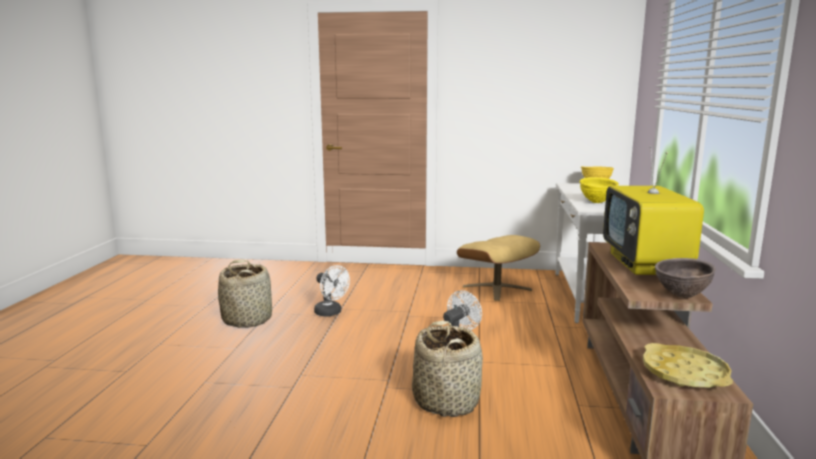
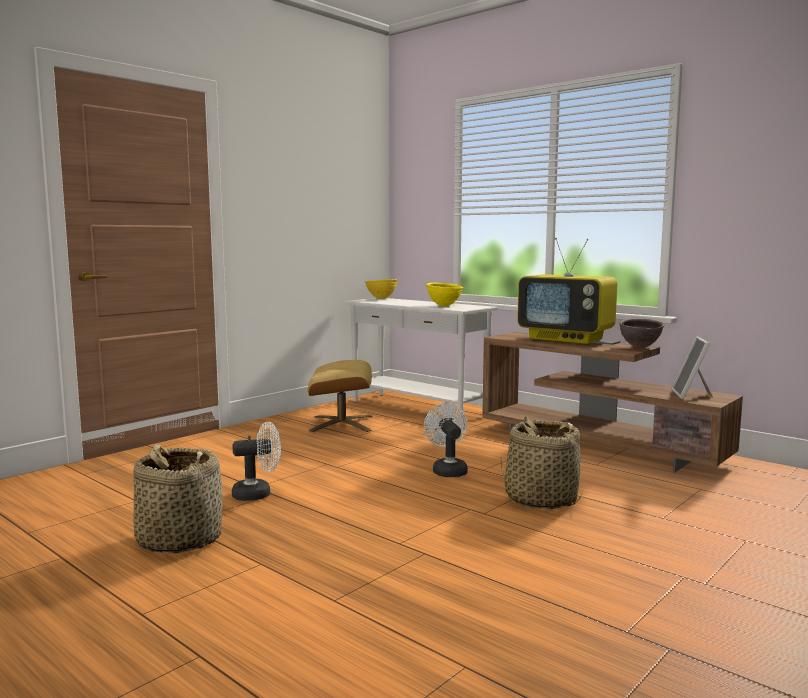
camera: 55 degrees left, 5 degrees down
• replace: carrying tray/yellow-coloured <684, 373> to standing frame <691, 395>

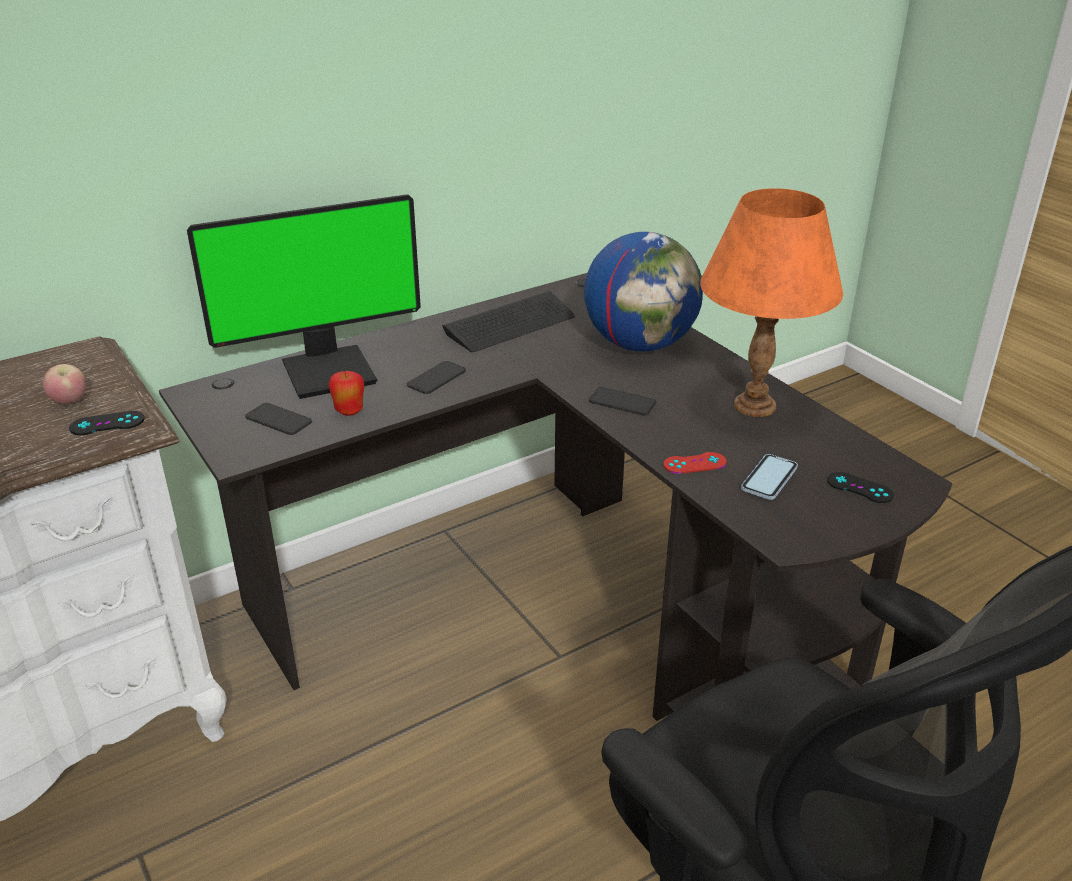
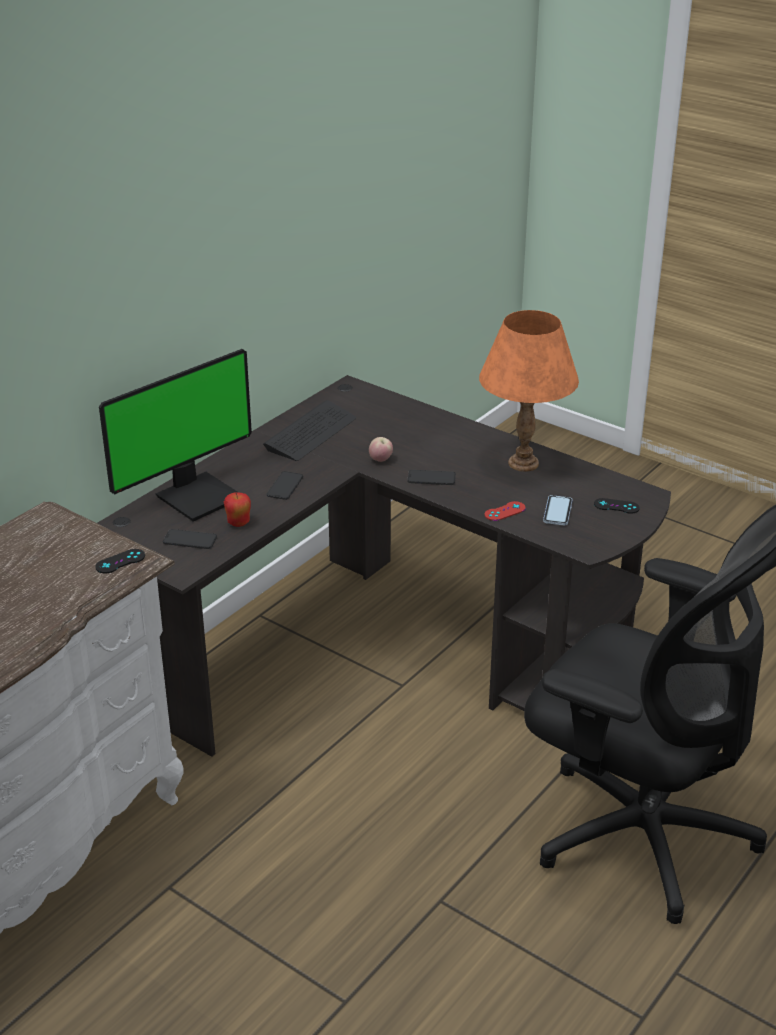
camera: 20 degrees left, 0 degrees up
• move: apple <69, 401> to <380, 460>
• delete: desk globe <640, 344>

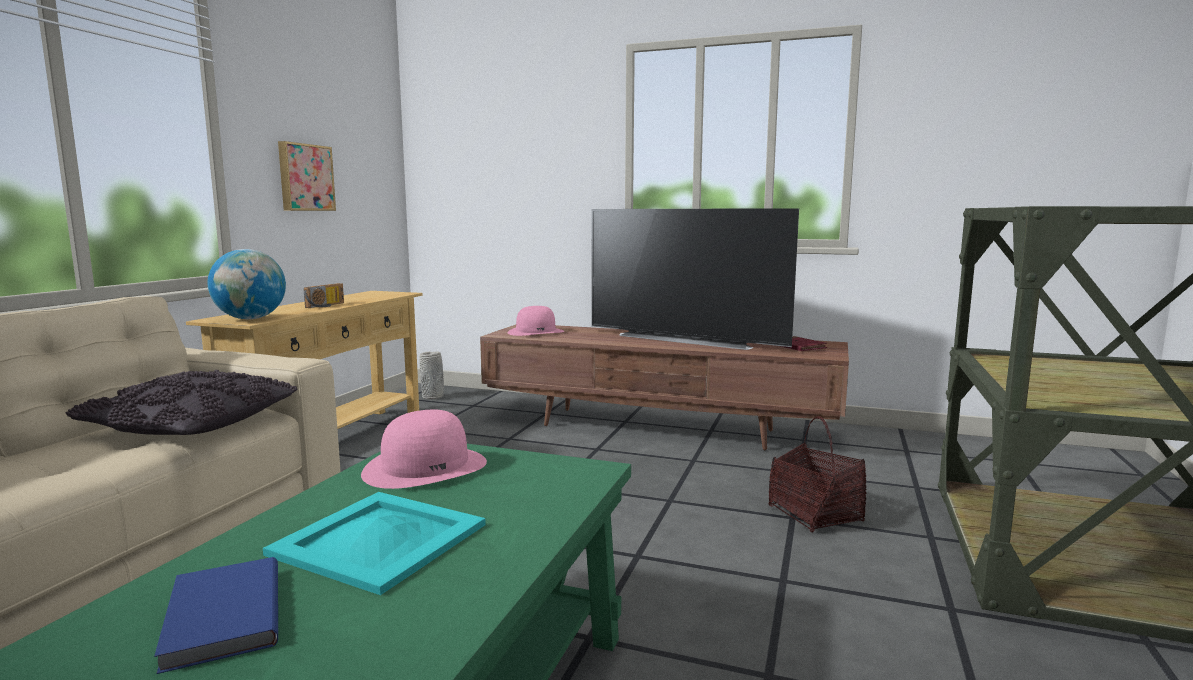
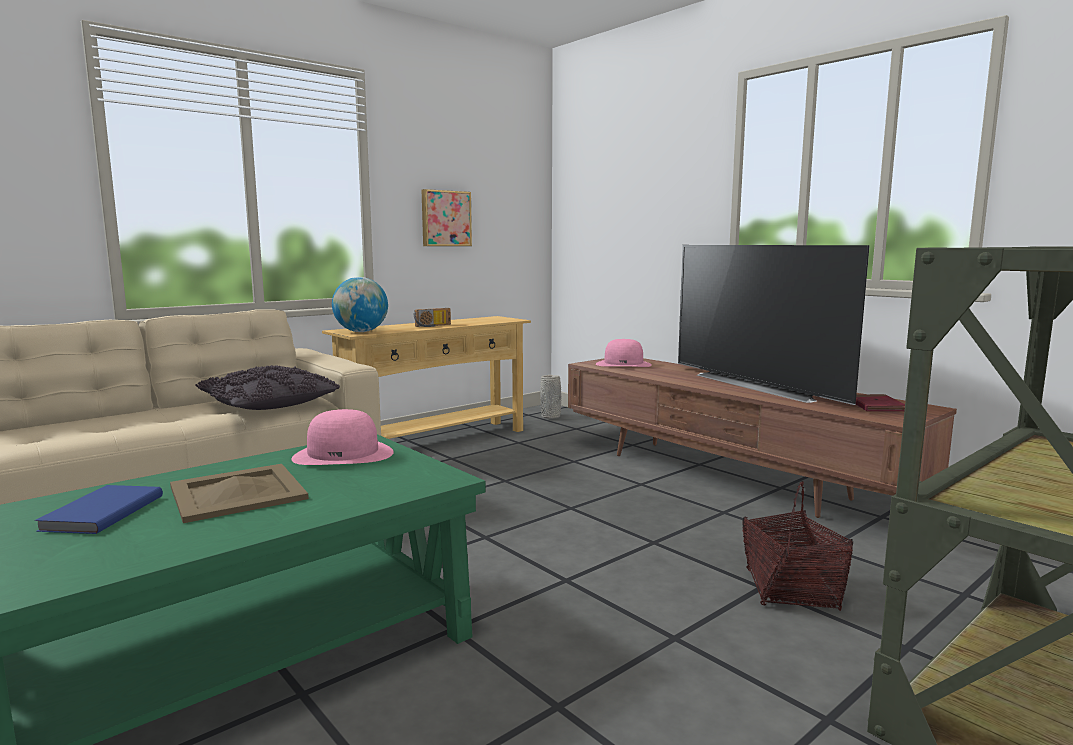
camera: 30 degrees right, 0 degrees up
• recolor: carrying tray/turquoise-coloured <379, 540> to carrying tray/beige <237, 493>

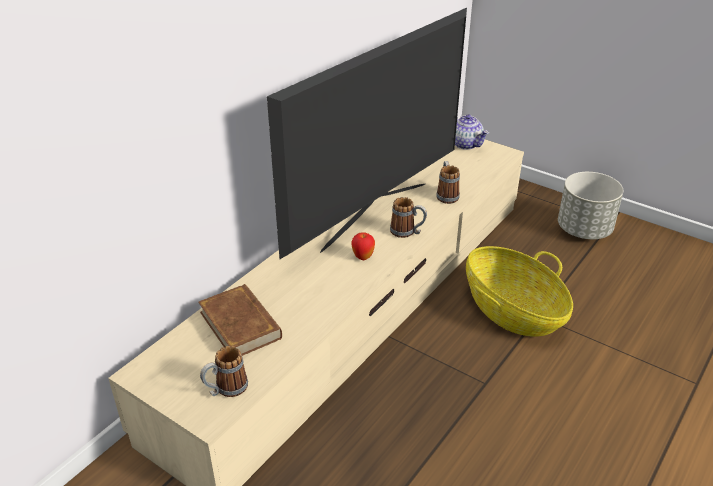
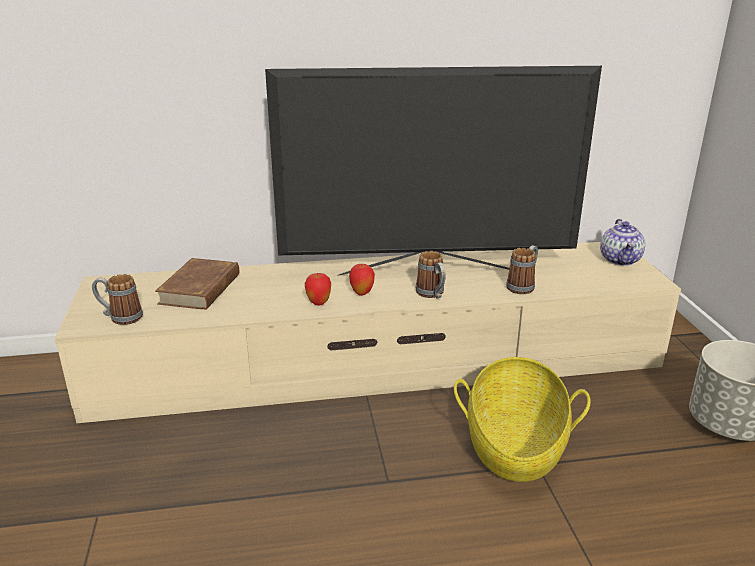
camera: 45 degrees right, 10 degrees down
• insert: apple <318, 303>

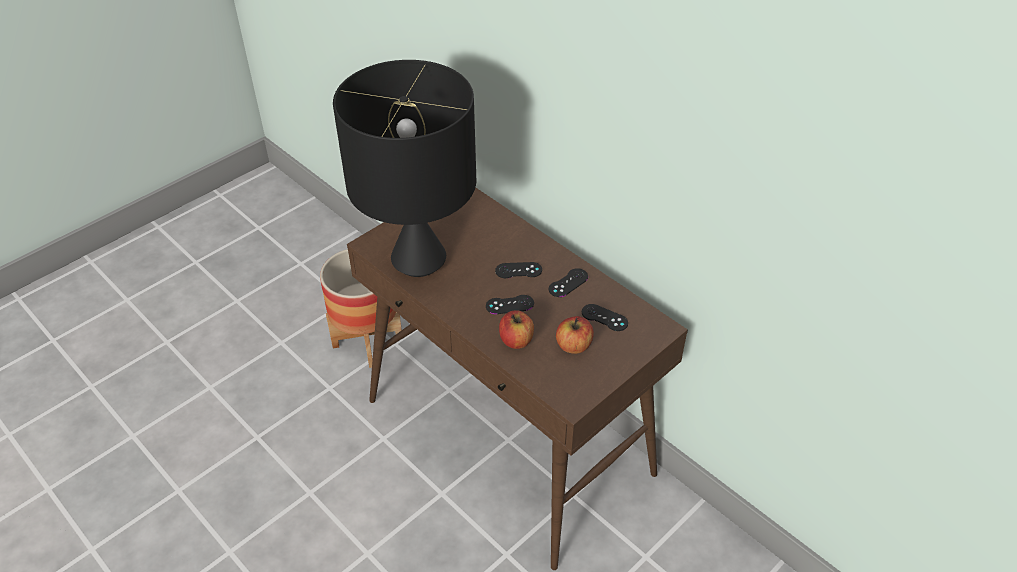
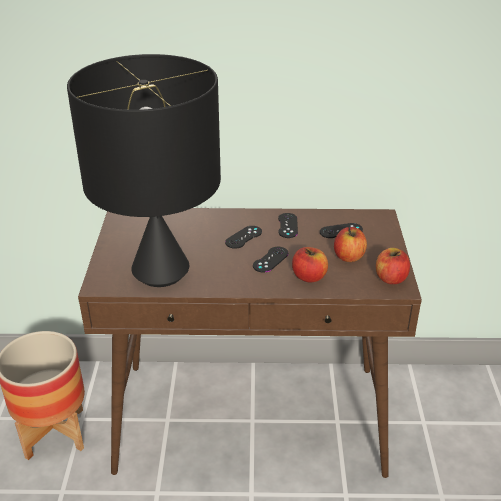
camera: 45 degrees left, 10 degrees down
• insert: apple <390, 278>

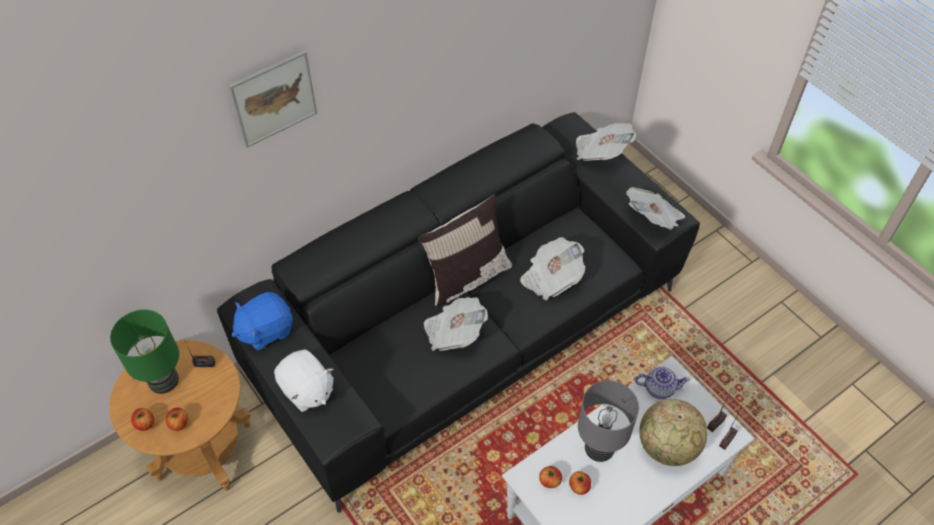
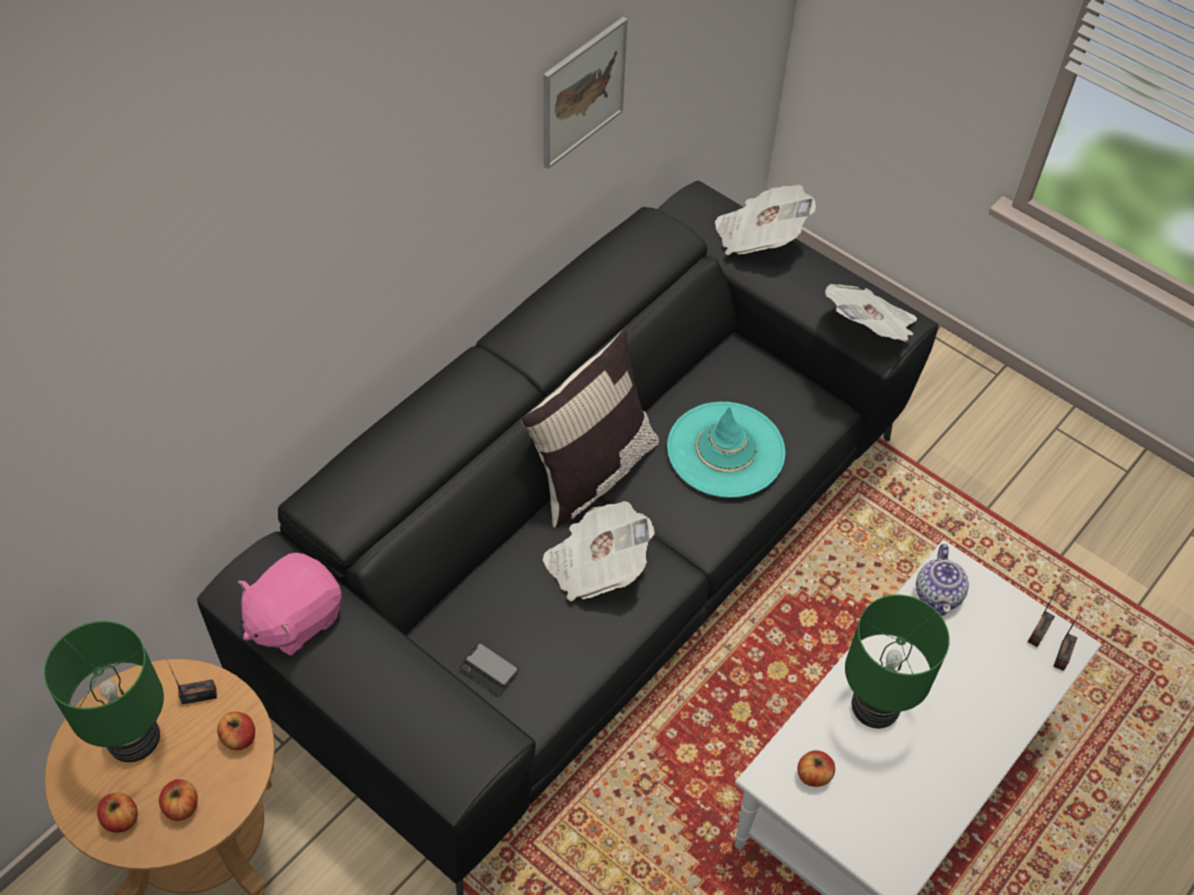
camera: 15 degrees left, 0 degrees up
• move: apple <579, 486> to <239, 738>
• recolor: soft toy/blue <265, 330> to soft toy/pinkish <294, 619>
• insert: telephone <489, 669>
• move: wall art <274, 98> to <582, 92>
• replace: printed paper <551, 278> to clothing hat/turquoise-coloured <726, 450>
• recolor: table lamp/gray <599, 448> to table lamp/green <875, 706>
• rotate: tea pot <658, 388> = <938, 594> 105 degrees clockwise
• delete: soft toy/white <306, 390>
• delete: desk globe <667, 447>

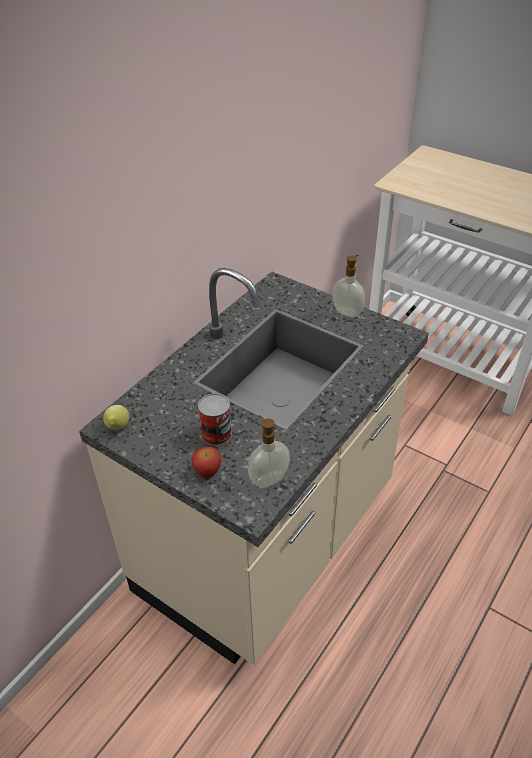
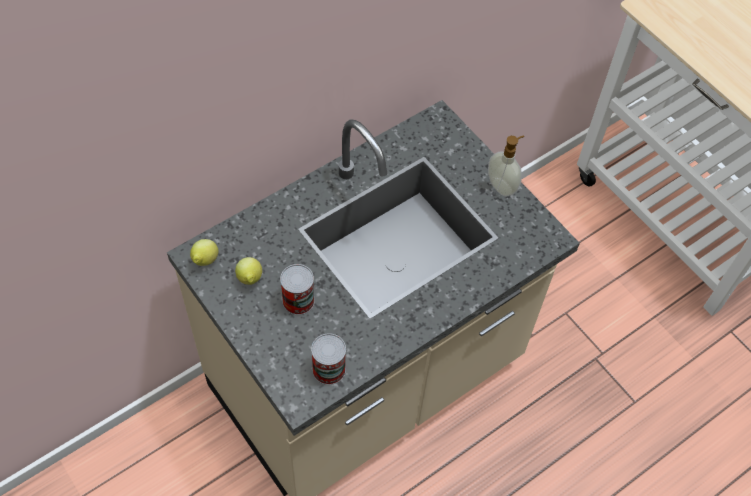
camera: 15 degrees right, 15 degrees up
• insert: lemon <250, 279>
• replace: soap dispenser <268, 478> to metal can <329, 369>
• delete: apple <207, 471>

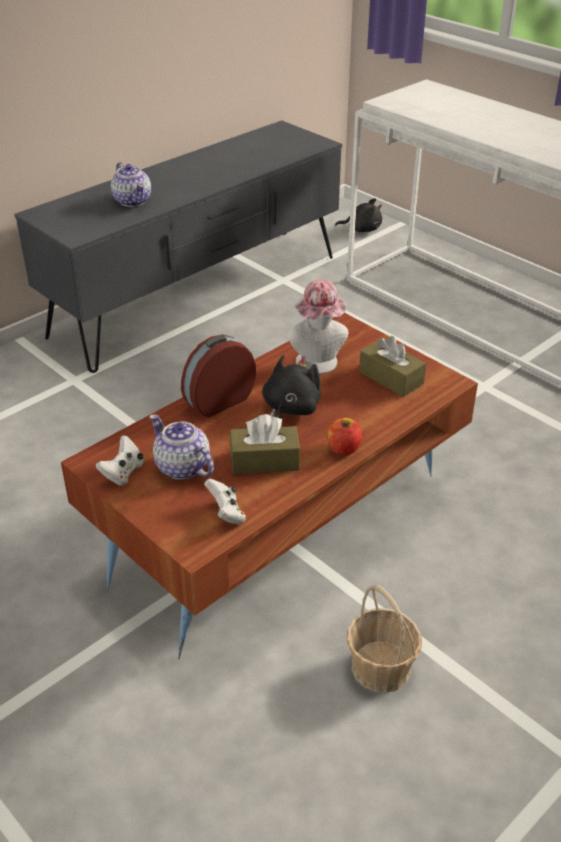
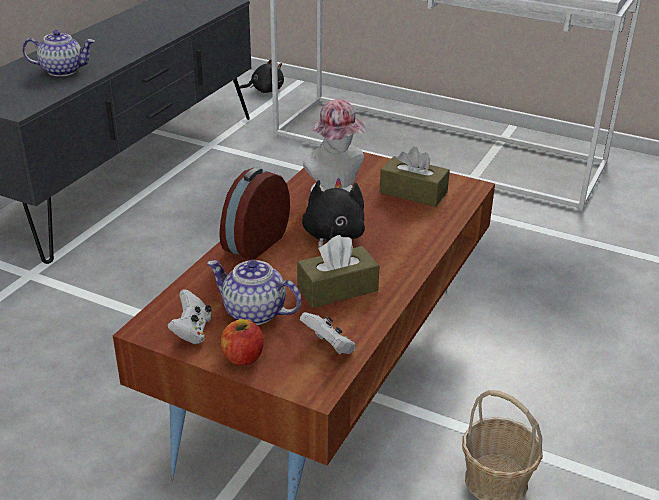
camera: 20 degrees left, 5 degrees down
• rotate: tea pot <133, 201> = <63, 70> 45 degrees counterclockwise
• move: apple <343, 448> to <243, 357>

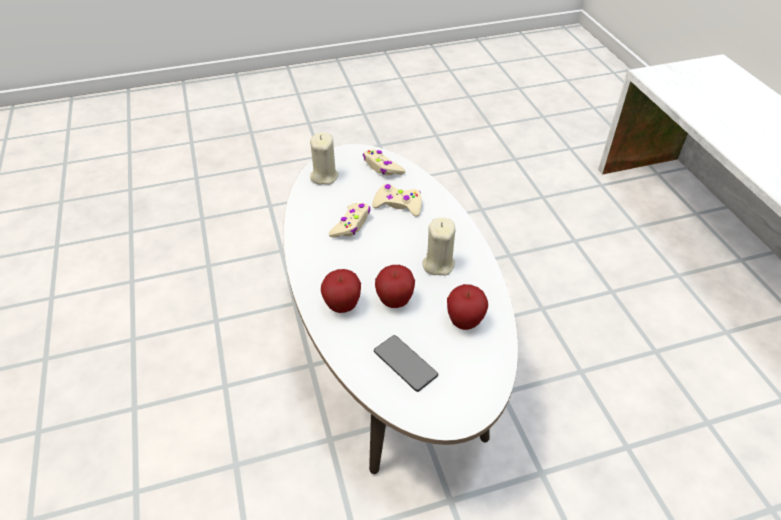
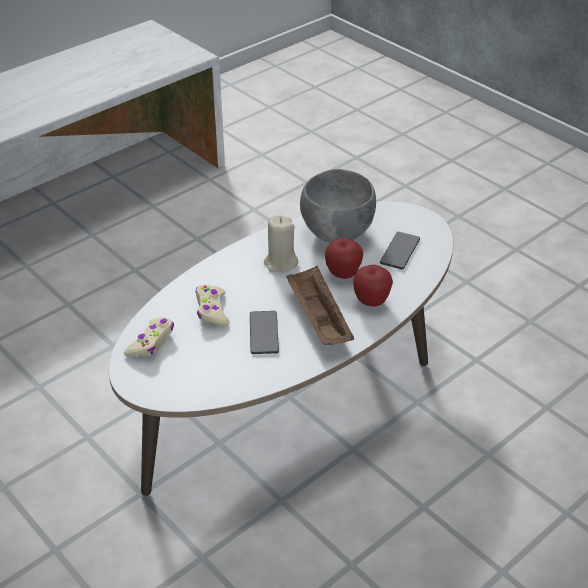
camera: 115 degrees left, 5 degrees down
• replace: joypad/beige <351, 225> to telephone <264, 333>
• insert: carrying tray/brown <317, 320>
• replace: apple <464, 322> to serving bowl/gray <336, 233>
• delete: candle/beige <324, 176>

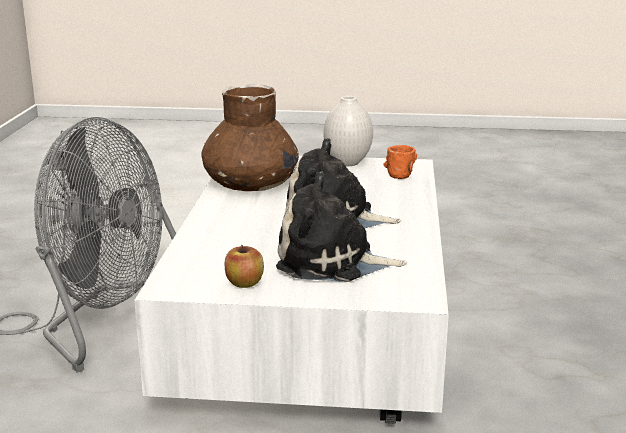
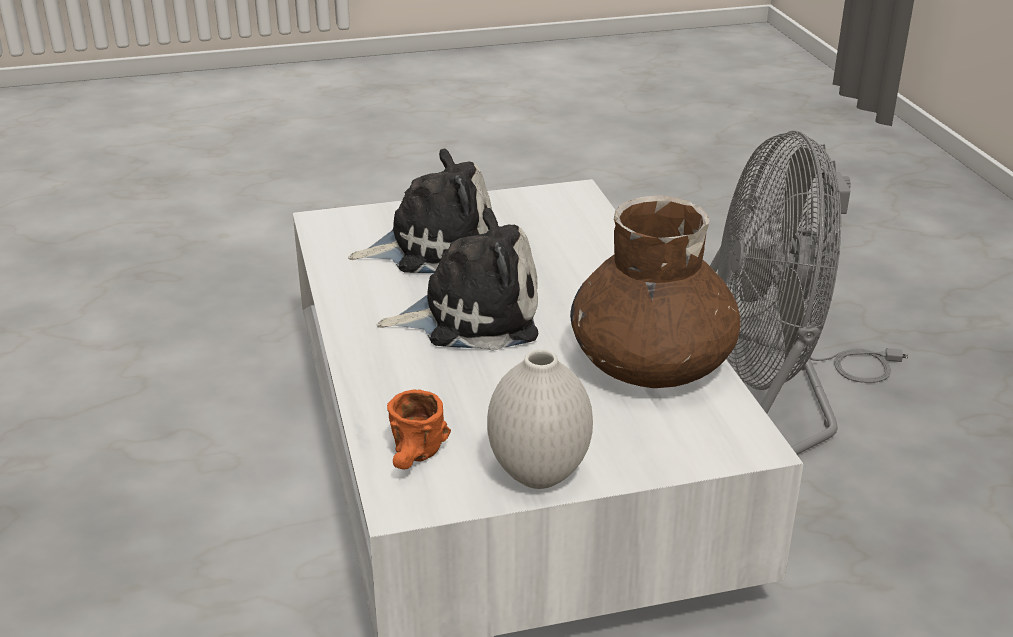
camera: 160 degrees right, 10 degrees up
• delete: apple <244, 283>

